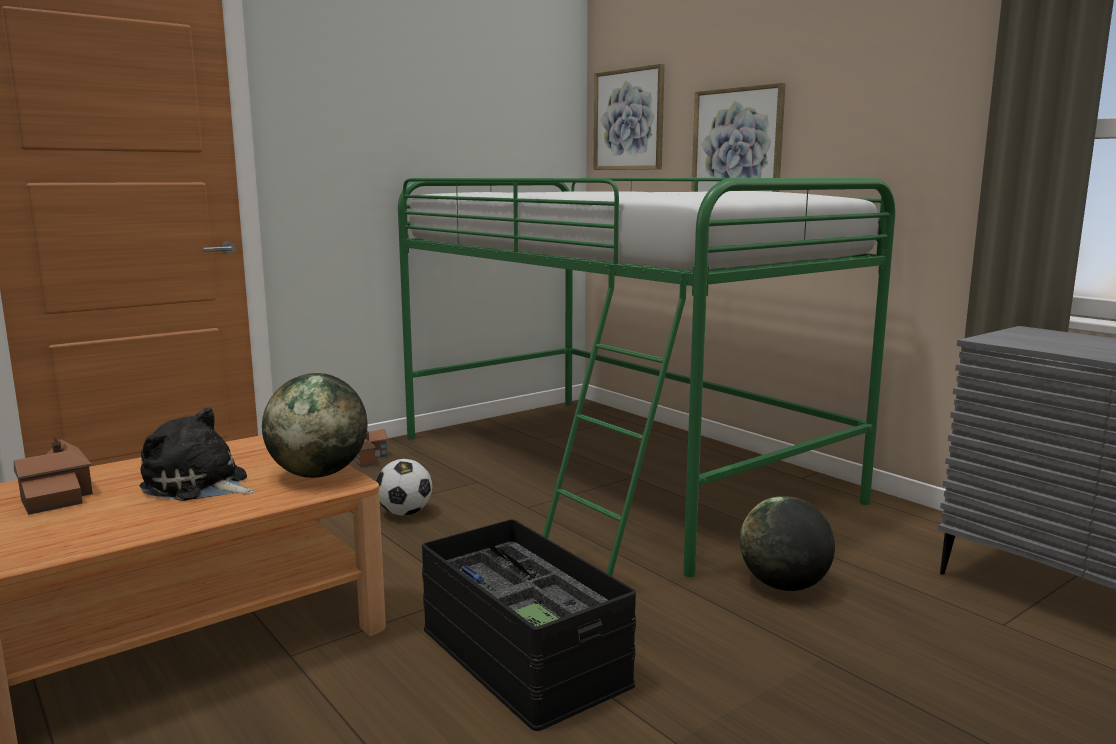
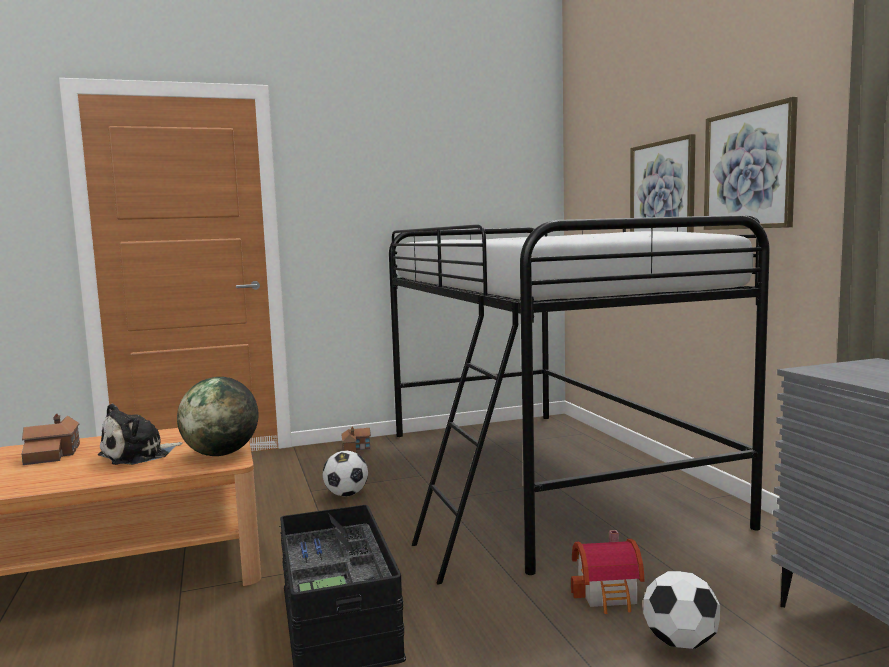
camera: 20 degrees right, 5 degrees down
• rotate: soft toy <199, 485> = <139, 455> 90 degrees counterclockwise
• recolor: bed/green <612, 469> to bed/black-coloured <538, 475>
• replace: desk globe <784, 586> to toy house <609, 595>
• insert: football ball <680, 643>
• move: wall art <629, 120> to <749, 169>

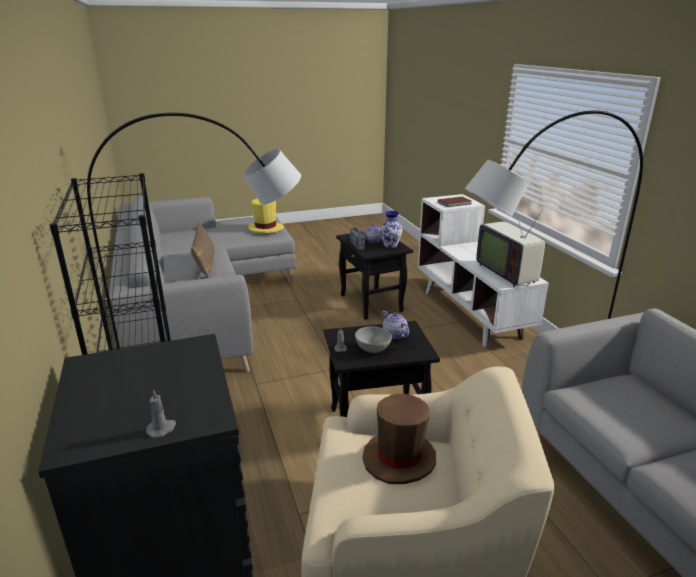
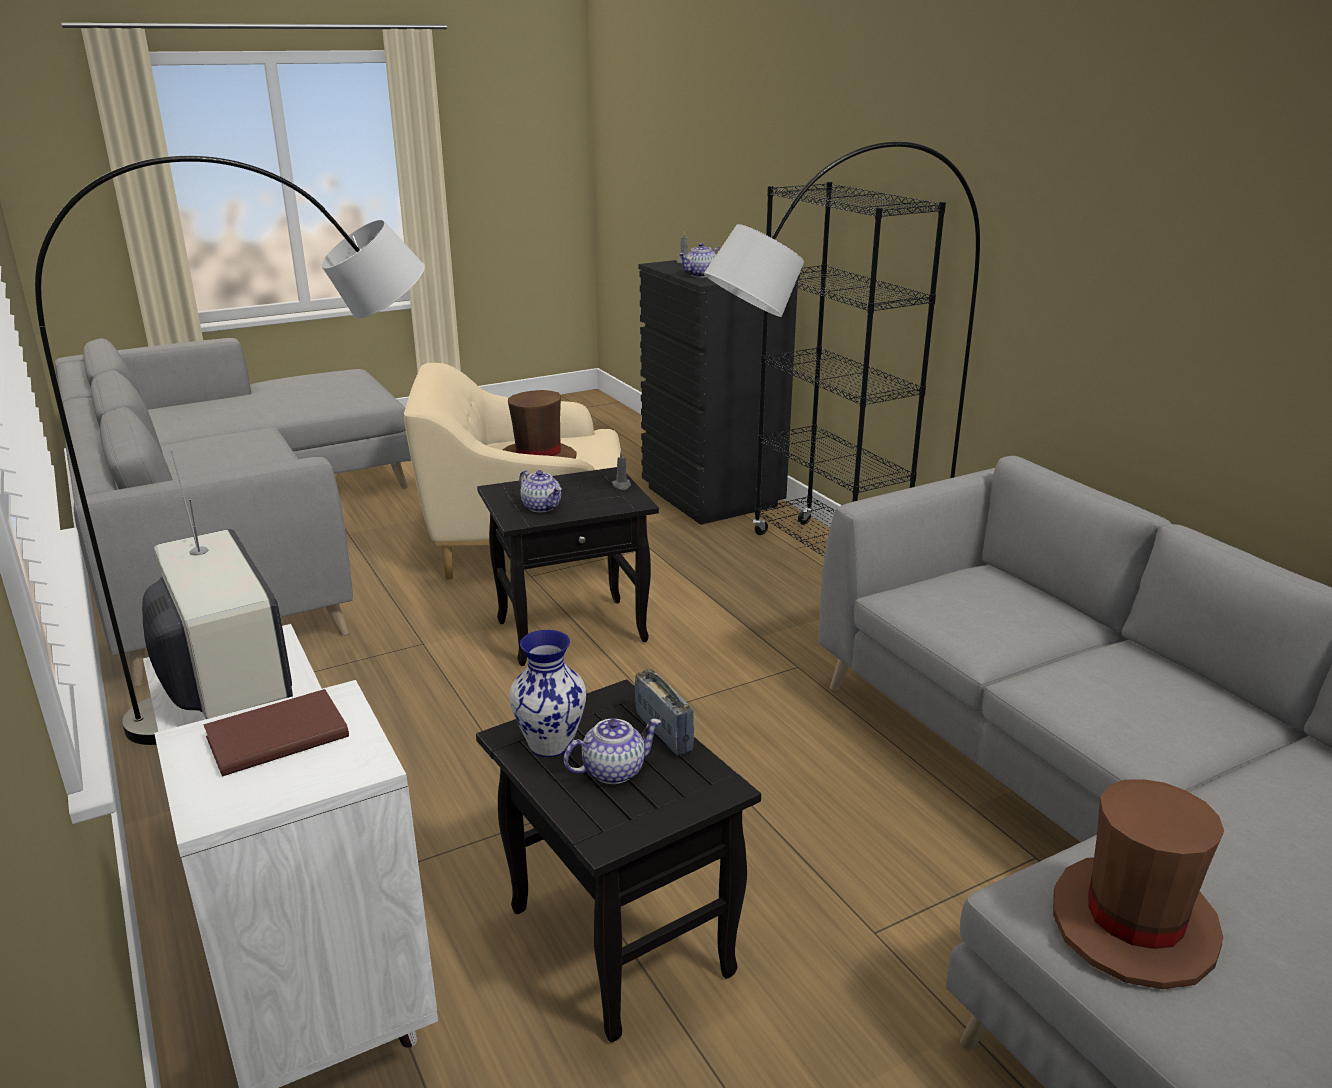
camera: 170 degrees right, 0 degrees up
• insert: tea pot <701, 275>
• recolor: clothing hat/yellow-coloured <265, 228> to clothing hat/brown <1134, 924>
• delete: pillow/brown <205, 266>
• delete: serving bowl/gray <373, 349>

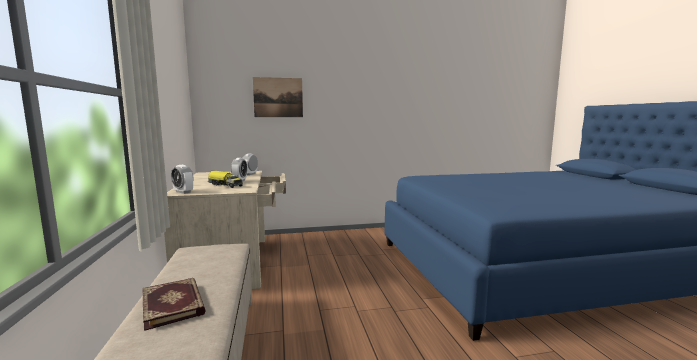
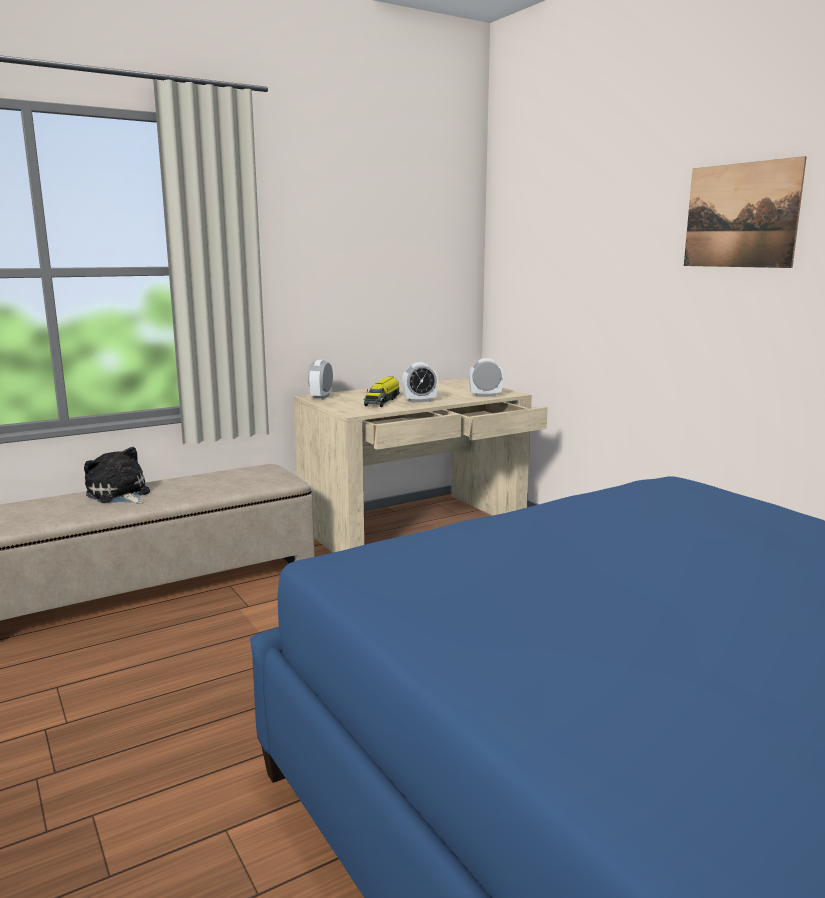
camera: 70 degrees right, 5 degrees up
• replace: bound book <174, 304> to soft toy <119, 495>
• move: wall art <278, 97> to <740, 215>

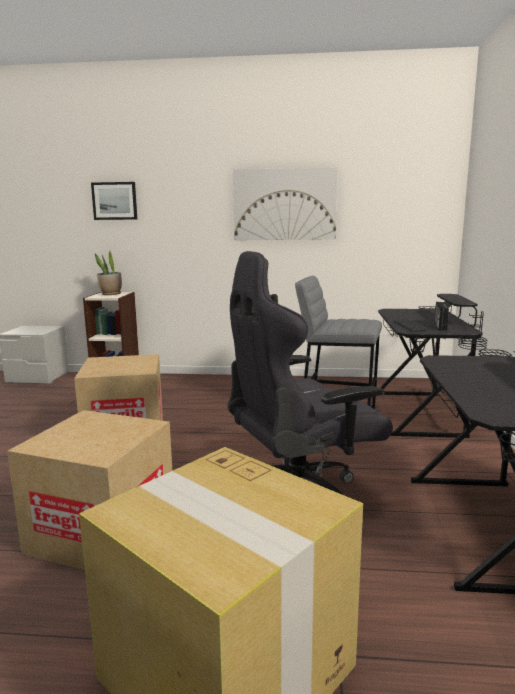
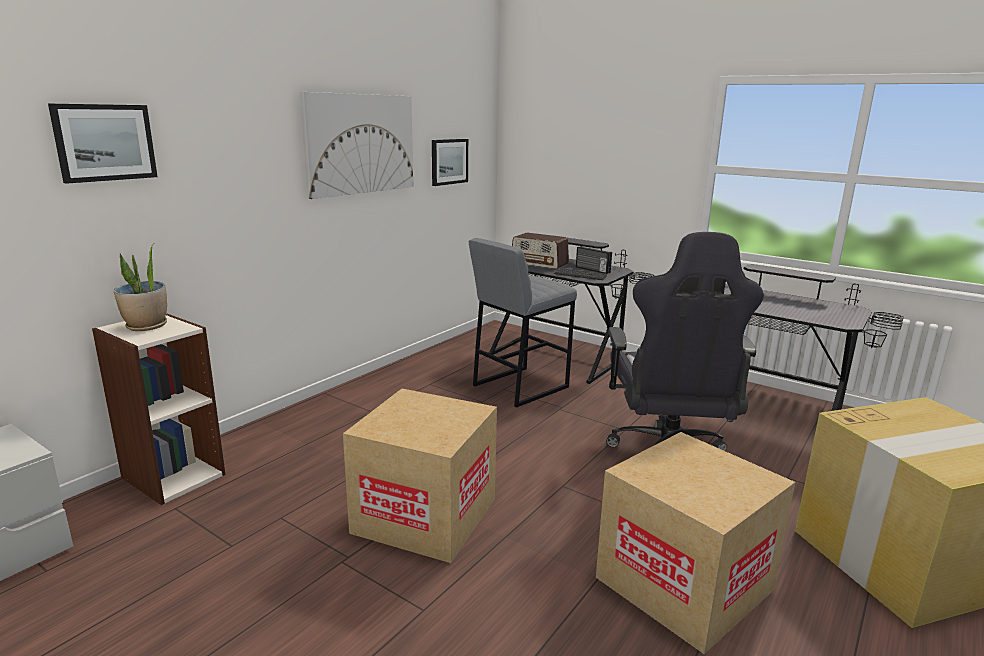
camera: 60 degrees left, 5 degrees up
• insert: wall art <449, 161>
• insert: radio <539, 263>

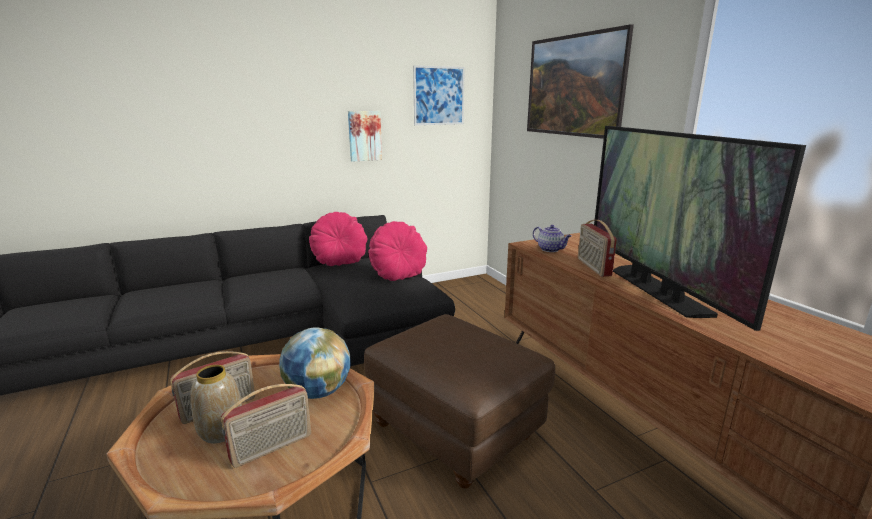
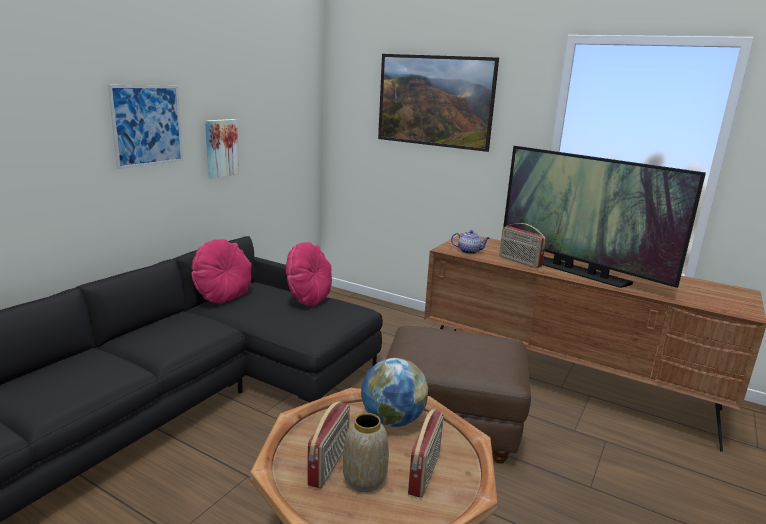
camera: 35 degrees left, 0 degrees up
• move: wall art <439, 96> to <147, 125>

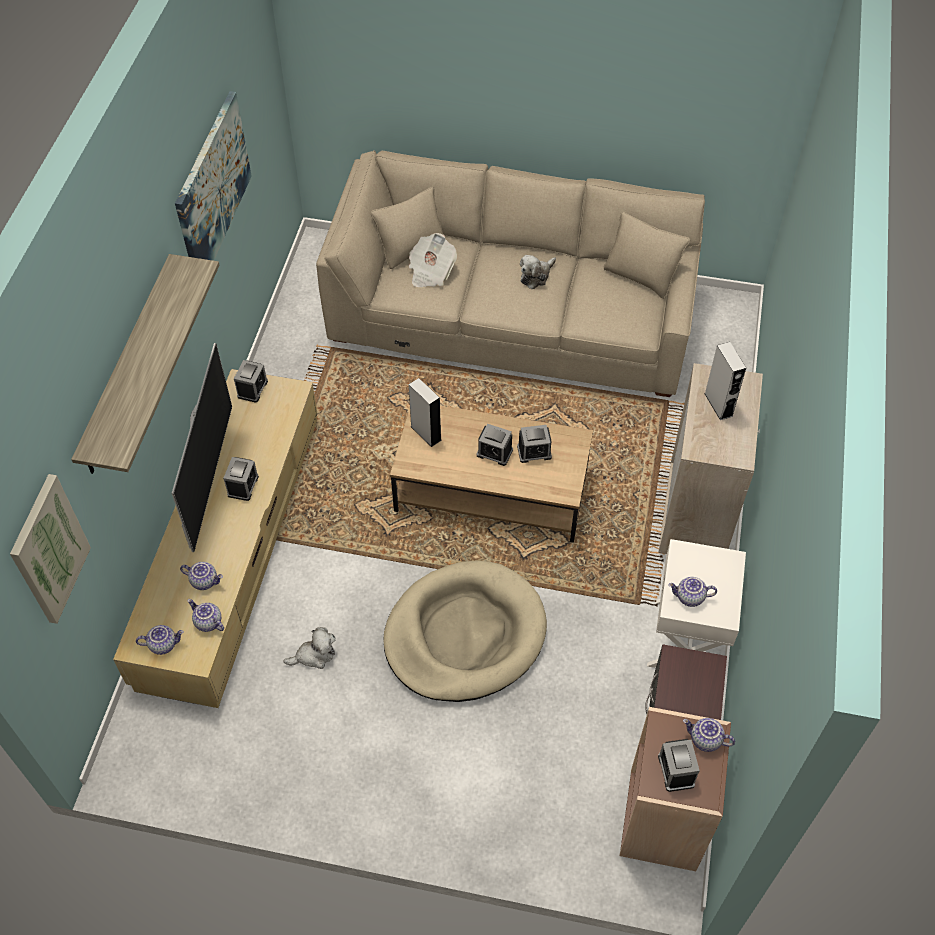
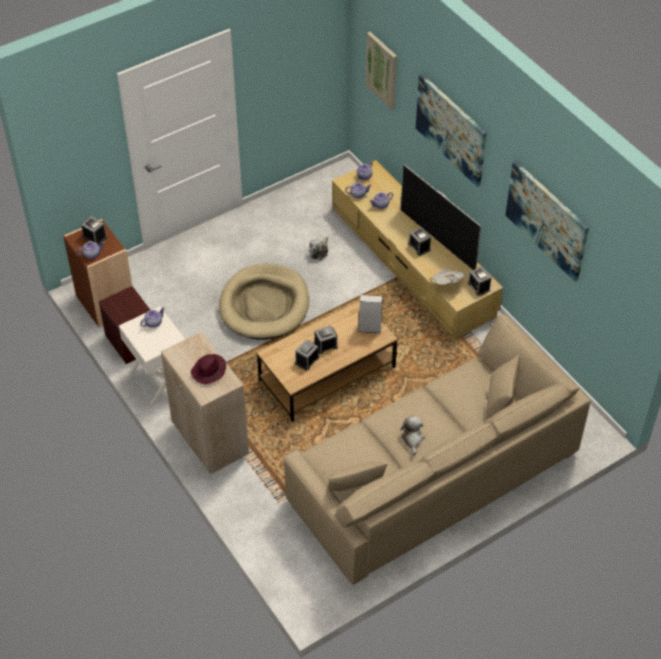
camera: 135 degrees right, 5 degrees down
• replace: audio speaker/gray <718, 404> to clothing hat/purple-coloured <208, 371>
• replace: wall shelf <128, 365> to wall art <451, 129>
• move: printed paper <430, 271> to <447, 282>

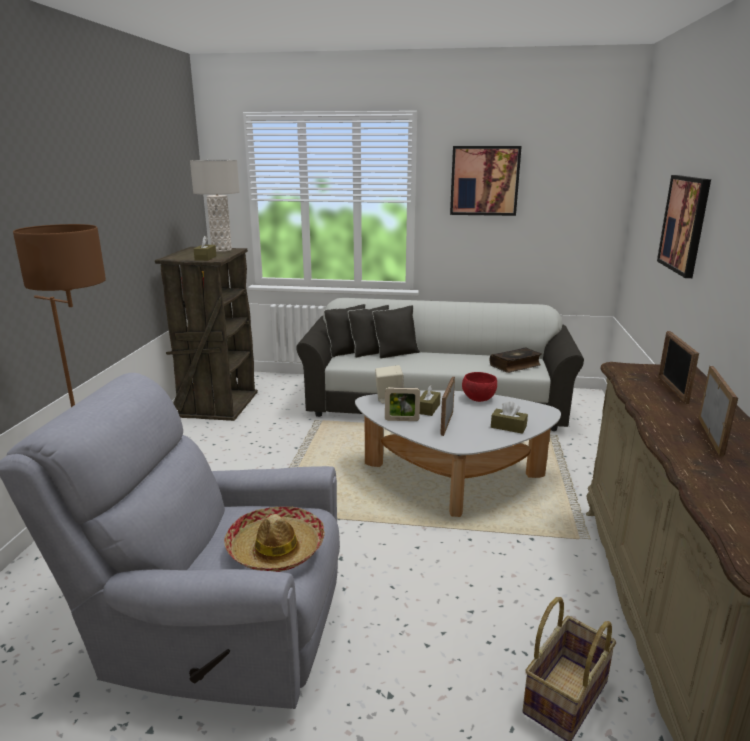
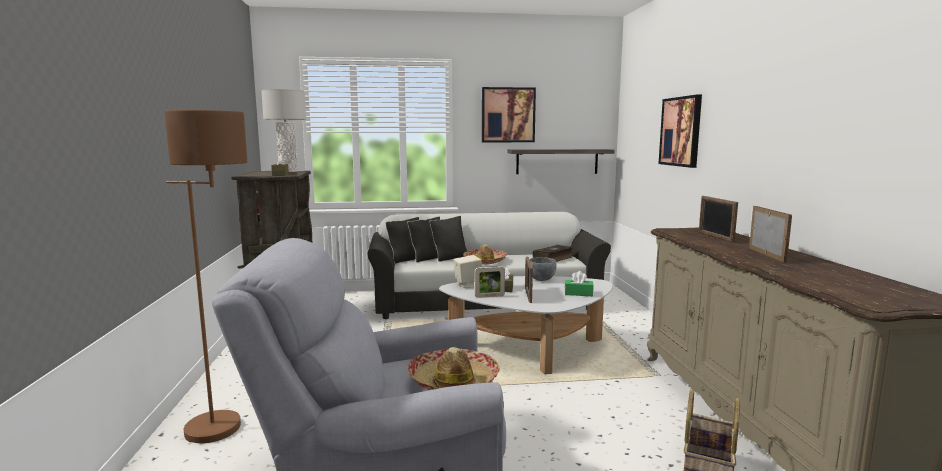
camera: 15 degrees left, 10 degrees down
• insert: clothing hat <485, 261>
• insert: wall shelf <557, 161>
• recolor: serving bowl/reddish <478, 399> to serving bowl/gray <541, 279>
• recolor: tissue box/brown <508, 427> to tissue box/green <578, 293>

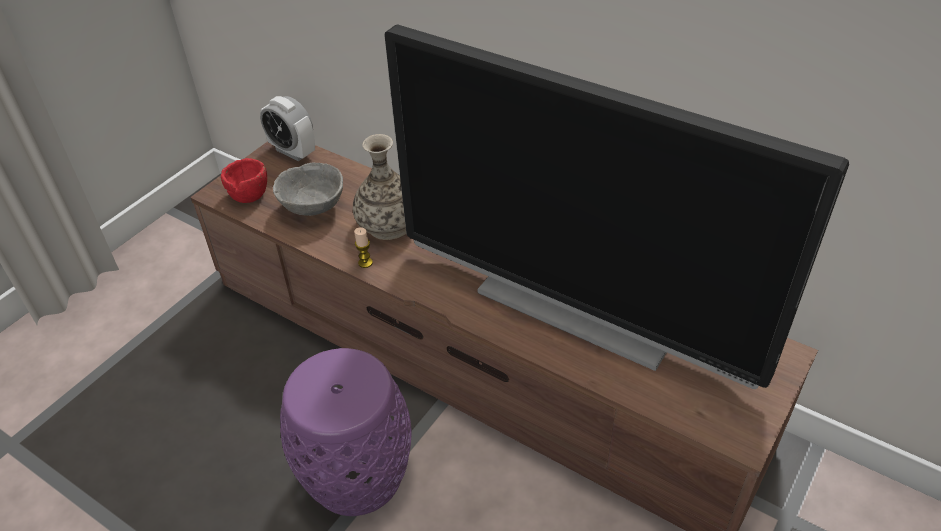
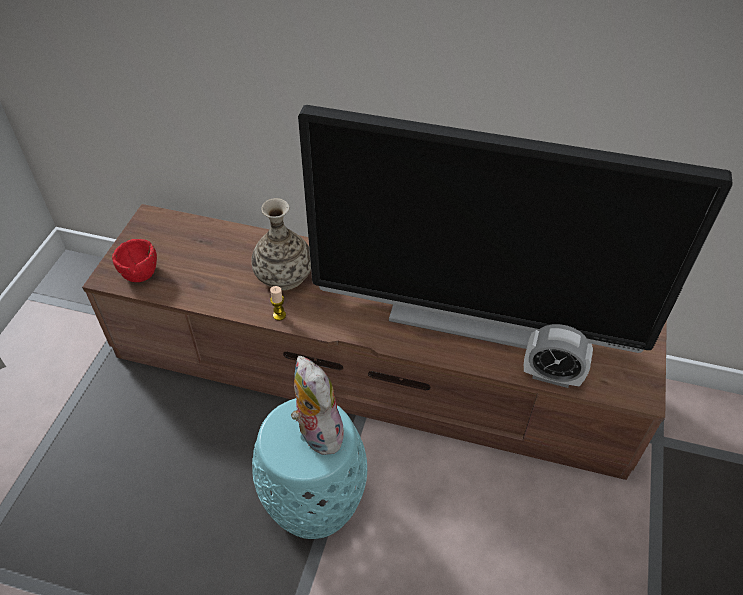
camera: 20 degrees left, 5 degrees up
• recolor: stool/purple-coloured <357, 476> to stool/turquoise-coloured <314, 501>
• insert: soft toy <316, 432>
• move: bedside clock <292, 151> to <551, 376>
• delete: serving bowl/gray <312, 207>

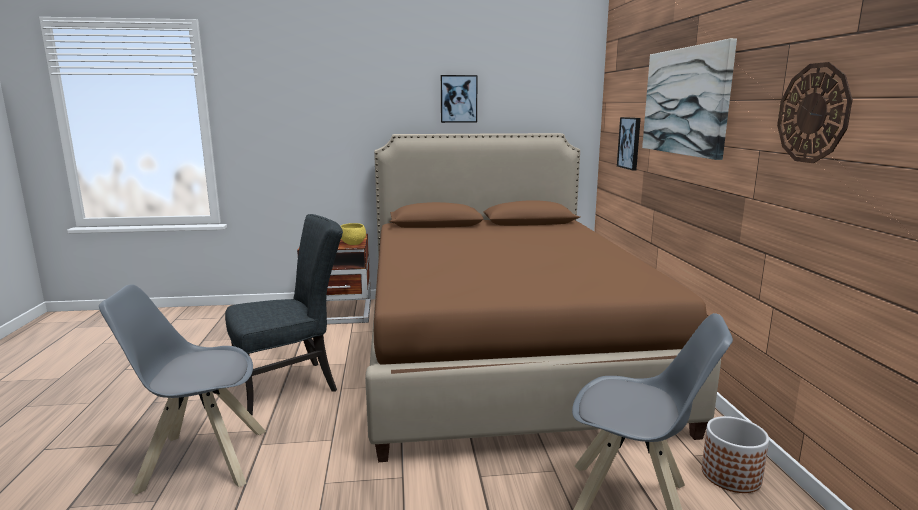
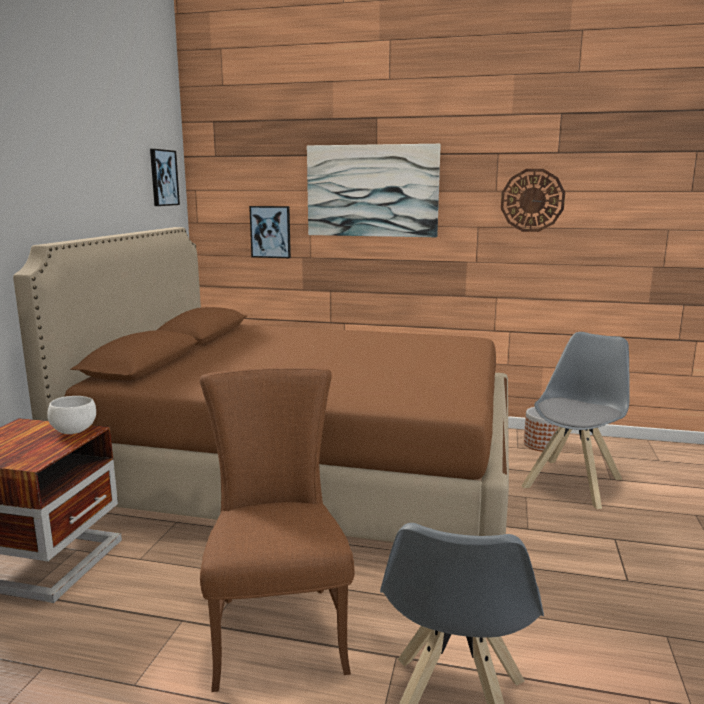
camera: 70 degrees left, 0 degrees up
• recolor: serving bowl/yellow-coloured <353, 244> to serving bowl/white <75, 431>
• move: wall art <458, 99> to <163, 178>
• recolor: upright chair/gray <292, 384> to upright chair/brown <277, 626>

